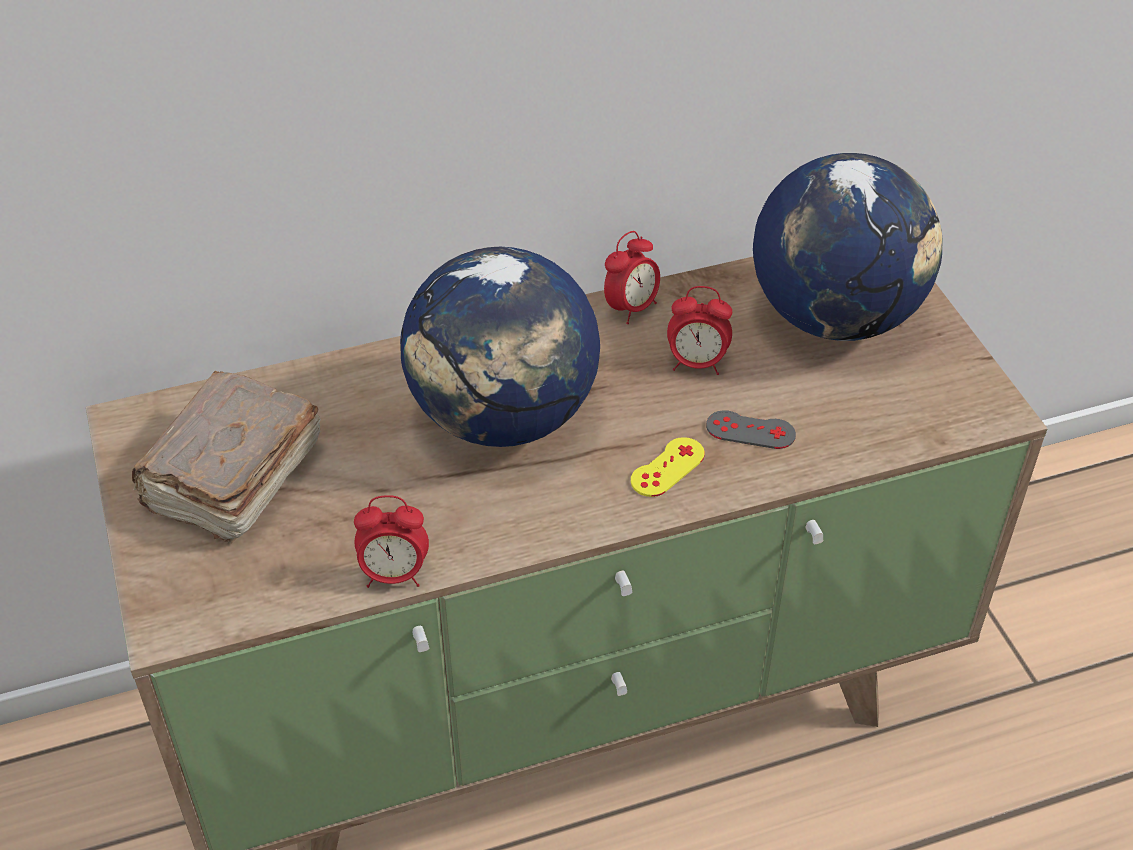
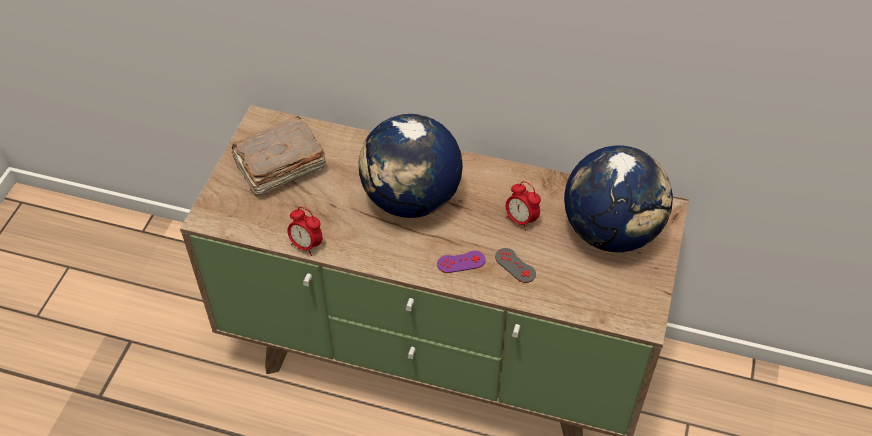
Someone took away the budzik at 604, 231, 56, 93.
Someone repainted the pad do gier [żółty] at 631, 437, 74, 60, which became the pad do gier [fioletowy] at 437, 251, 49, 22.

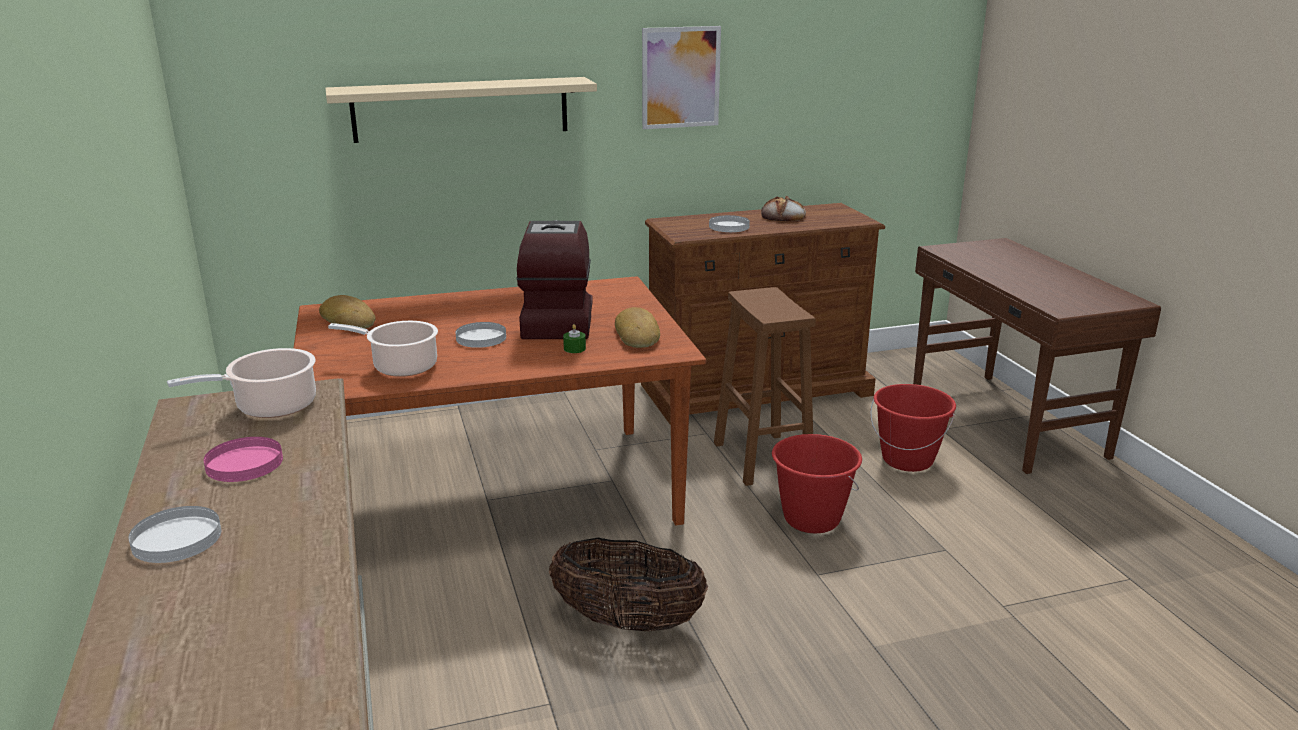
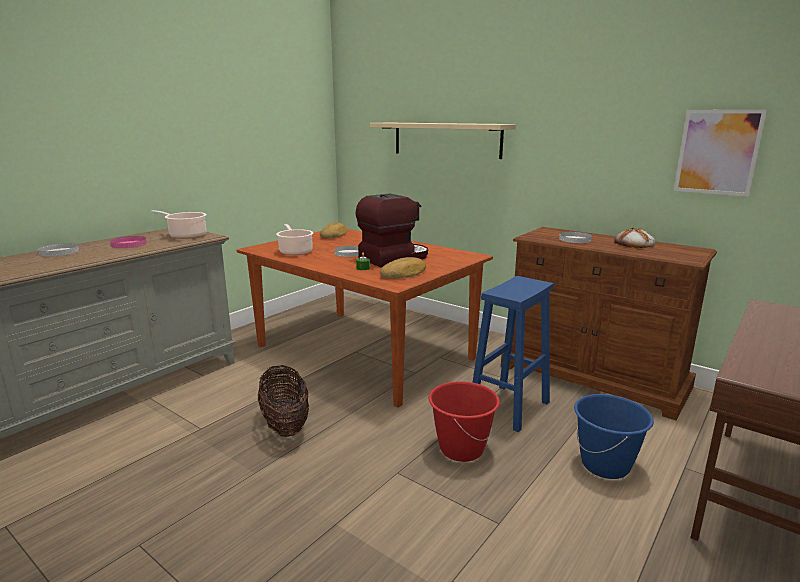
Someone carried the obraz from 642, 26, 79, 103 to 674, 109, 93, 88.
Someone repainted the stołek [brązowy] at 714, 287, 102, 199, which became the stołek [niebieski] at 472, 276, 81, 156.
Someone repainted the wiadro [czerwony] at 870, 384, 86, 88, which became the wiadro [niebieski] at 574, 394, 80, 85.

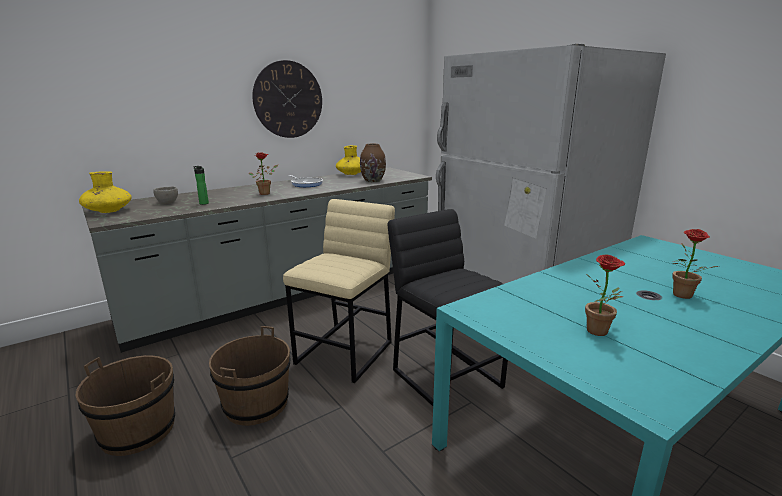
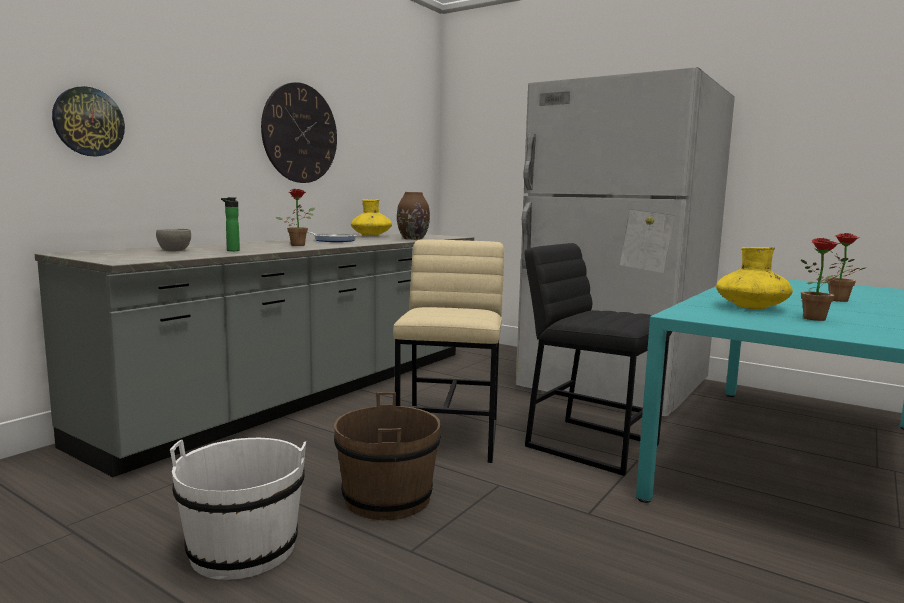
Someone put up the zegar ścienny at 52, 86, 73, 70.
Someone carried the wazon [żółty] from 79, 171, 53, 42 to 716, 247, 77, 63.
Someone repainted the wiadro [brązowy] at 76, 355, 99, 101, which became the wiadro [biały] at 170, 438, 136, 142.

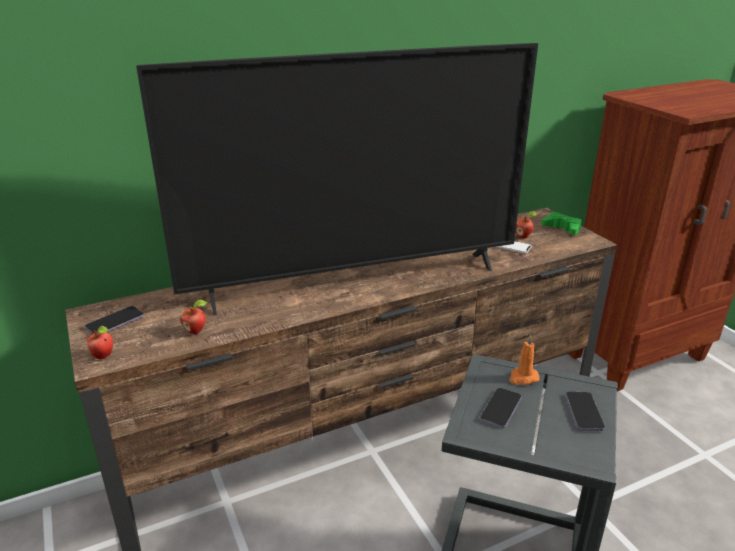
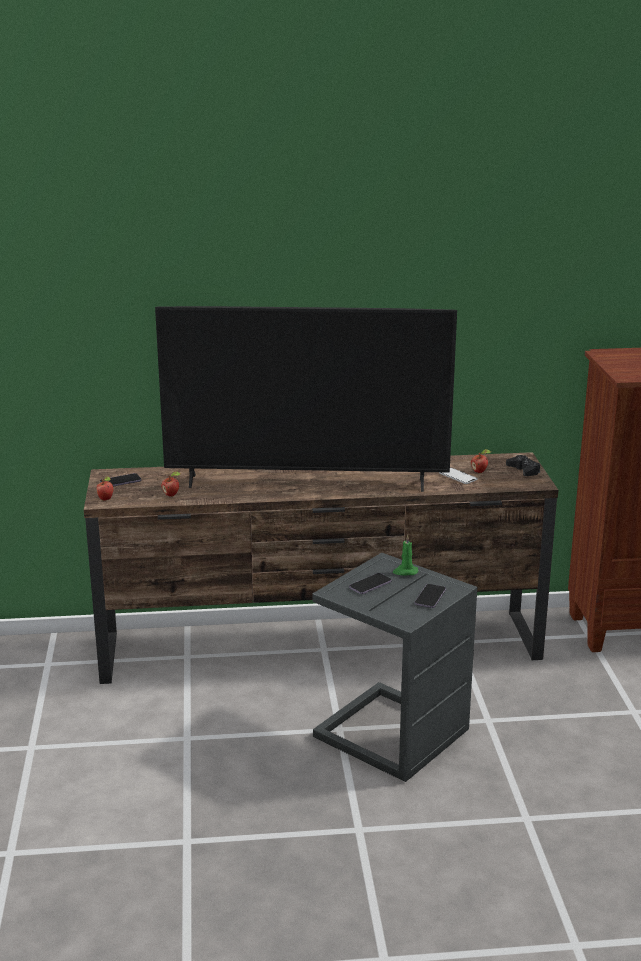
Someone repainted the świeca [pomarańczowy] at 509, 335, 30, 50, which became the świeca [zielony] at 393, 535, 25, 41.
Someone repainted the pad do gier [zielony] at 541, 212, 40, 23, which became the pad do gier [czarny] at 506, 455, 34, 21.

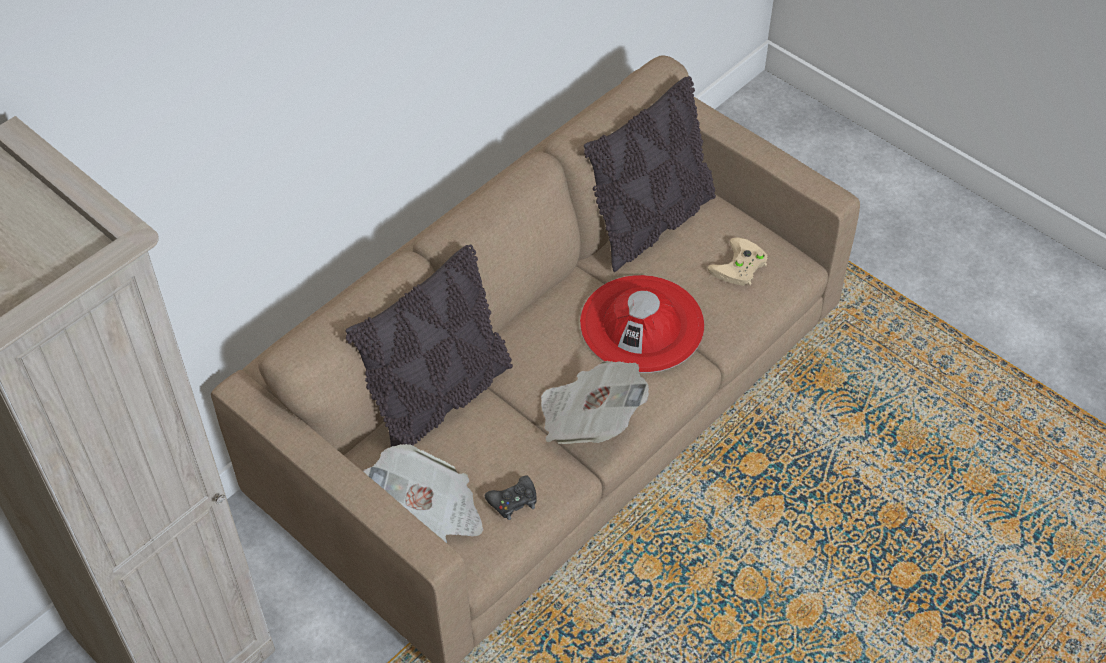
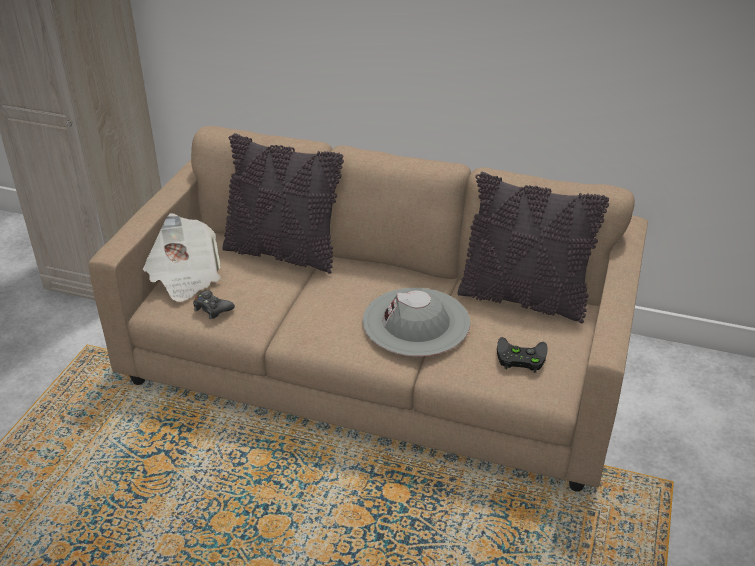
Someone took away the gazeta at 541, 361, 108, 83.
Someone repainted the kapelusz [czerwony] at 580, 275, 125, 98, which became the kapelusz [szary] at 363, 288, 107, 68.
Someone repainted the pad do gier [beżowy] at 707, 237, 60, 49, which became the pad do gier [czarny] at 497, 337, 51, 36.

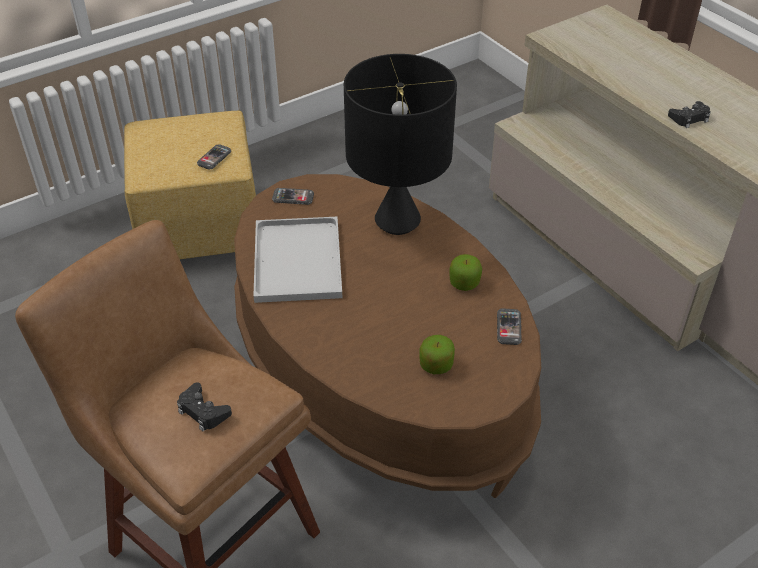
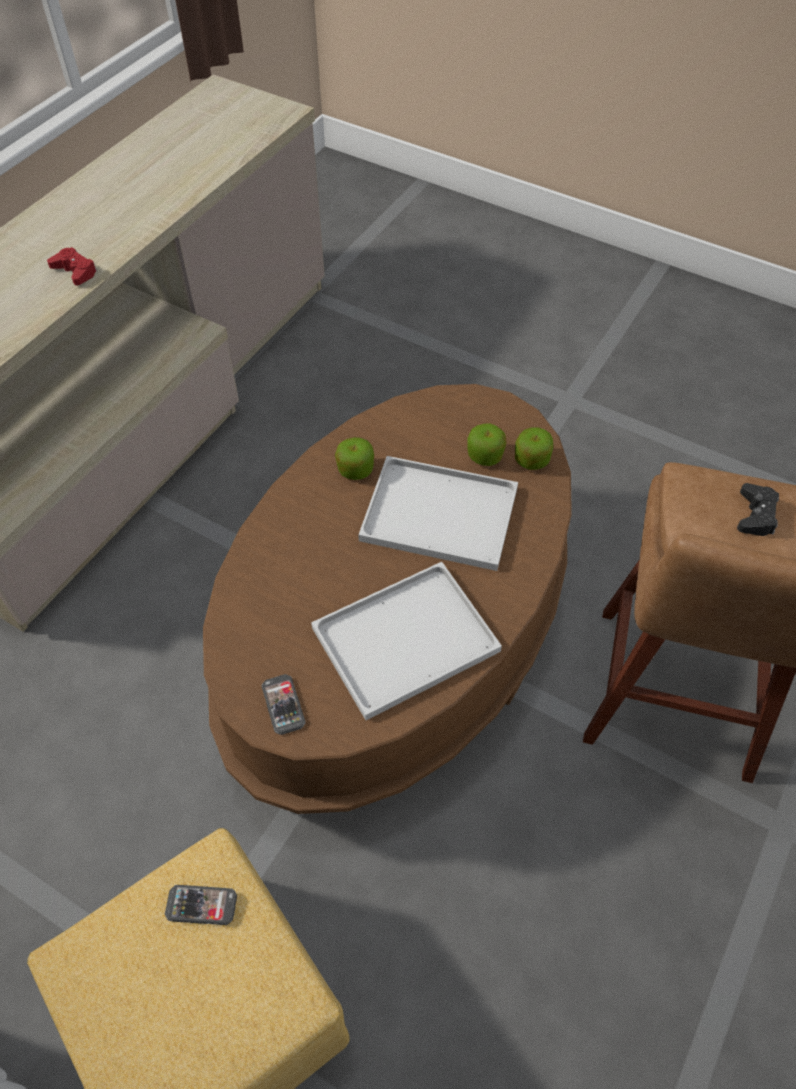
Someone took away the lampa stołowa [czarny] at 344, 54, 113, 181.
Someone took away the telefon at 497, 308, 25, 37.
Someone put down the taca [biały] at 358, 456, 160, 115.
Someone put down the jabłko at 515, 427, 38, 43.
Someone repainted the pad do gier [czarny] at 668, 101, 43, 27, which became the pad do gier [czerwony] at 47, 247, 50, 38.

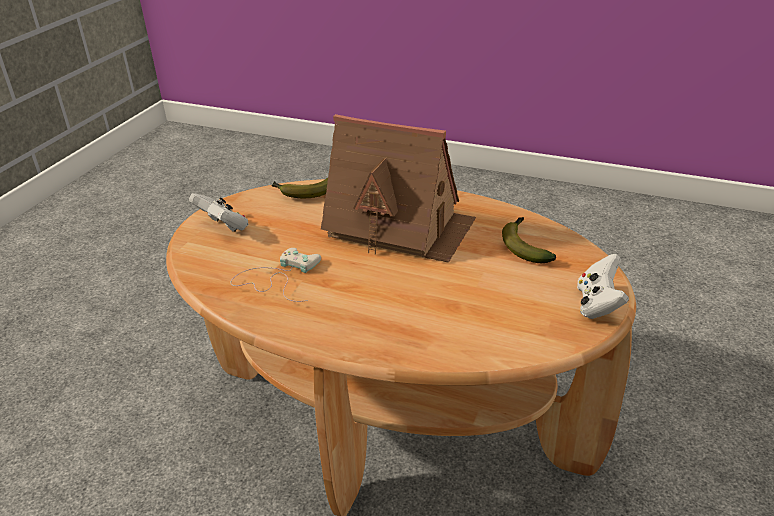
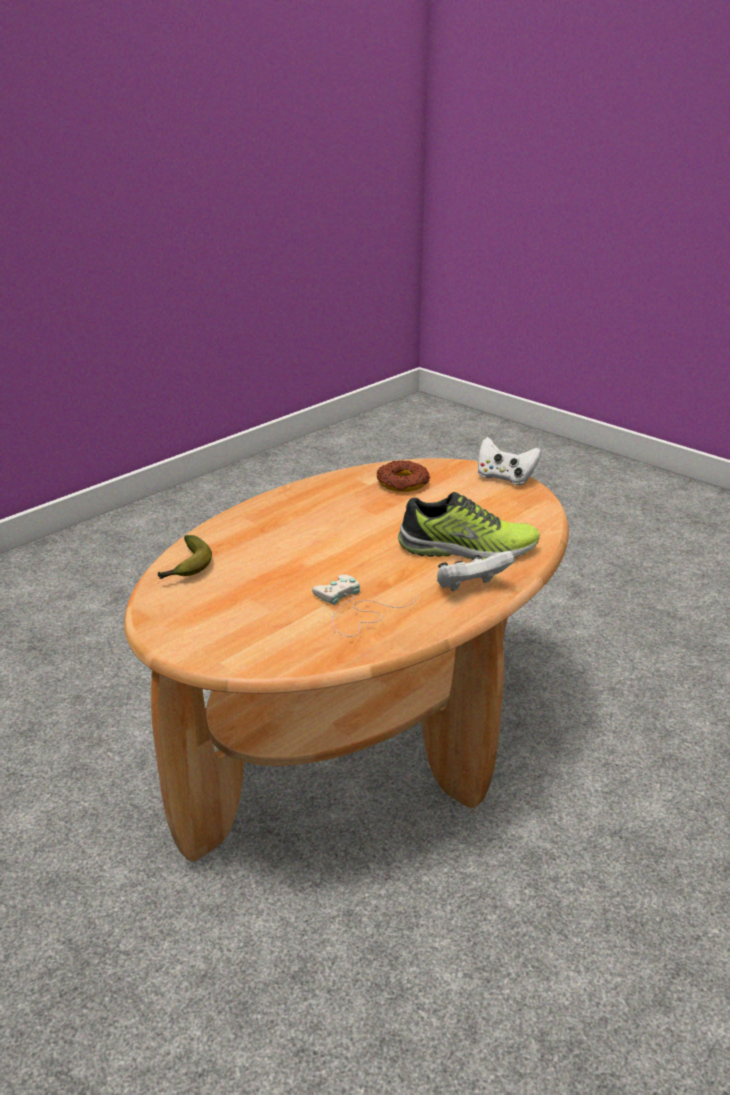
Someone took away the domek at 321, 114, 155, 148.
Someone put down the but at 398, 492, 142, 67.
Someone carried the pad do gier [biały] from 189, 193, 59, 39 to 437, 551, 78, 40.
Someone swapped the banan at 502, 217, 55, 46 for the donut at 377, 460, 53, 32.

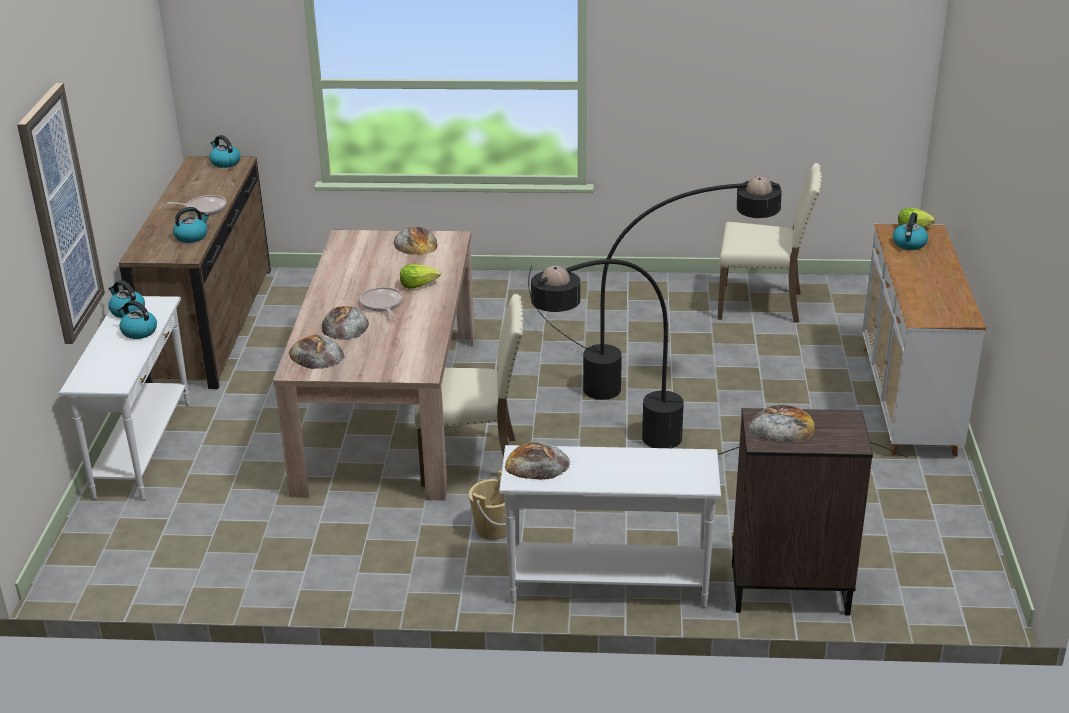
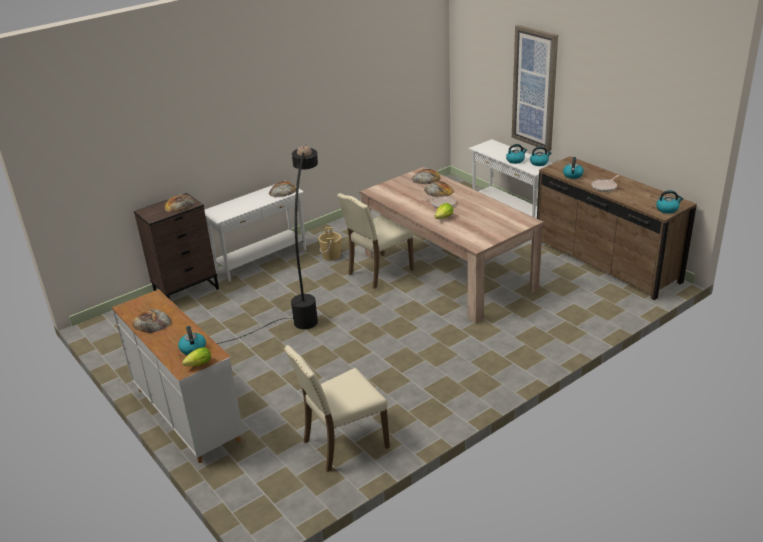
Someone took away the lampa stojąca [czarny] at 528, 176, 254, 224.
Someone carried the chleb from 393, 227, 45, 28 to 132, 309, 40, 24.

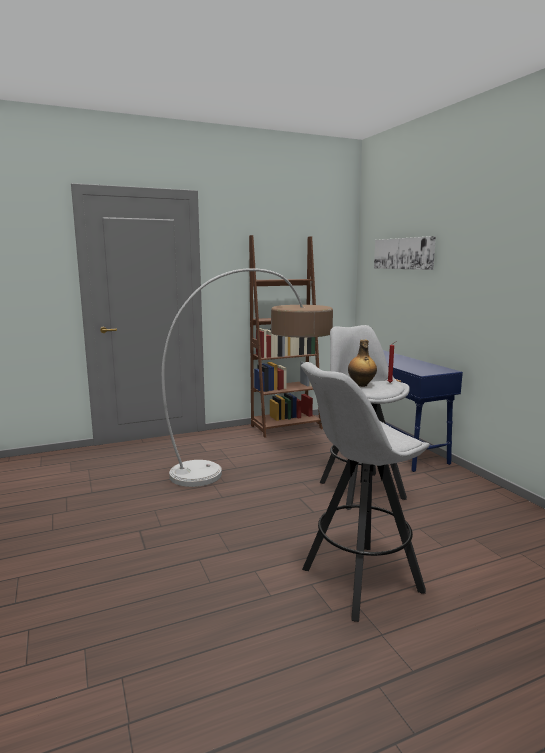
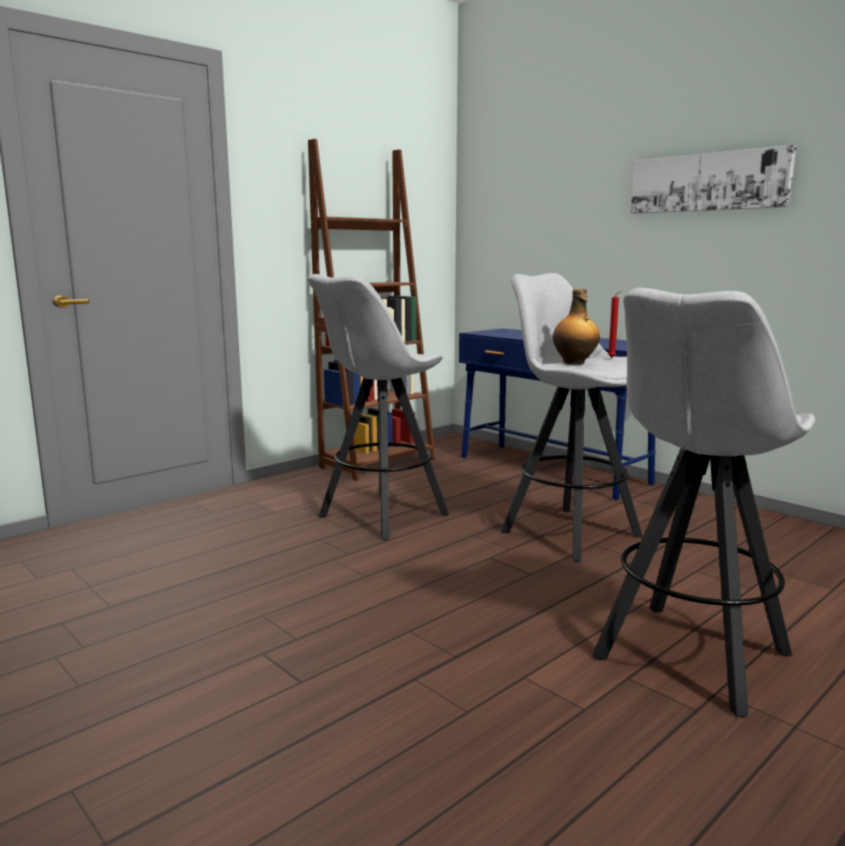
Someone carried the obraz from 374, 236, 62, 34 to 631, 145, 165, 69.
Someone swapped the lampa stojąca at 162, 268, 171, 219 for the stołek [szary] at 308, 274, 141, 266.

